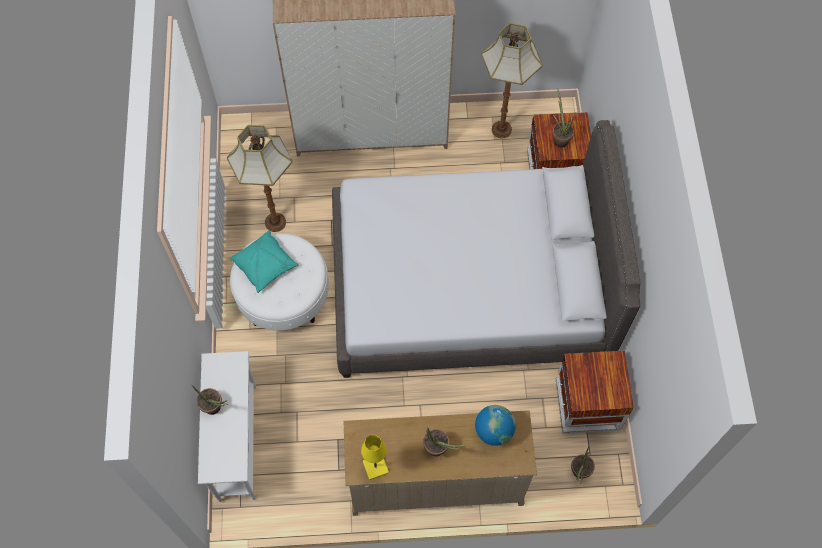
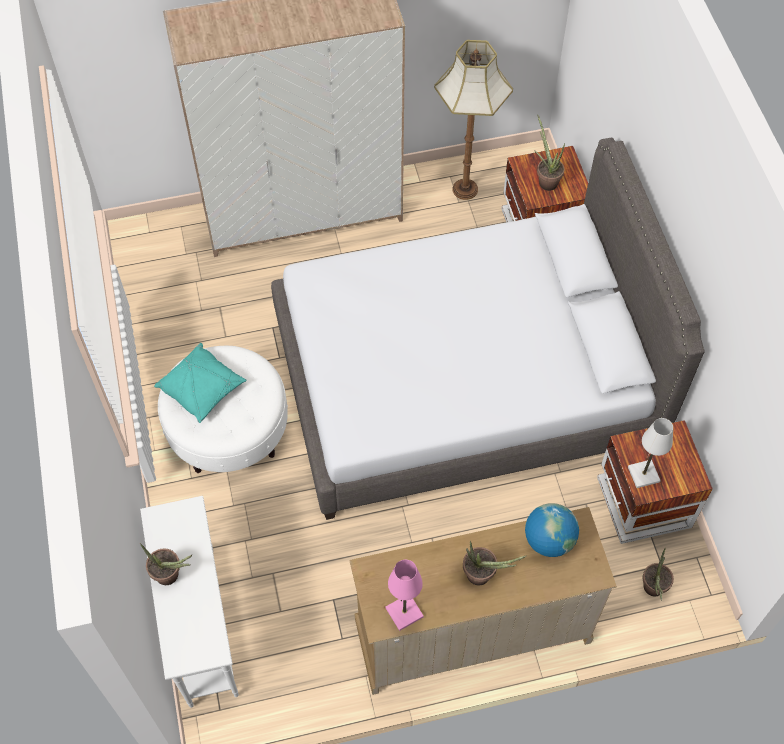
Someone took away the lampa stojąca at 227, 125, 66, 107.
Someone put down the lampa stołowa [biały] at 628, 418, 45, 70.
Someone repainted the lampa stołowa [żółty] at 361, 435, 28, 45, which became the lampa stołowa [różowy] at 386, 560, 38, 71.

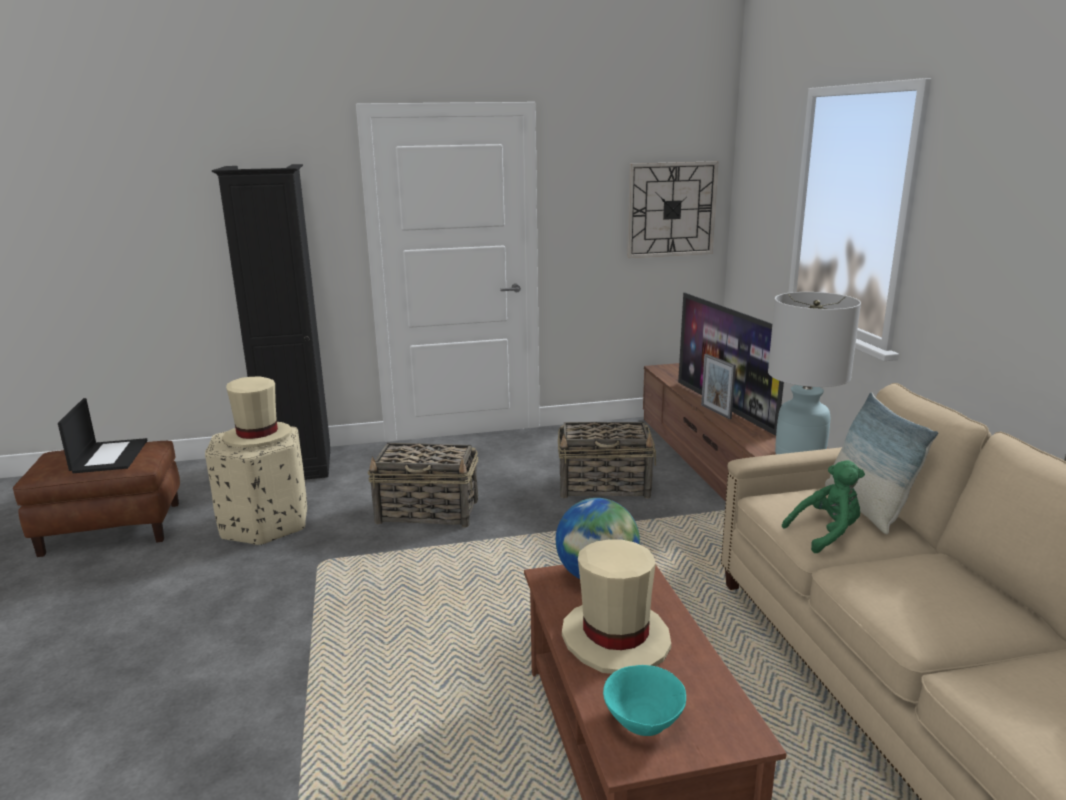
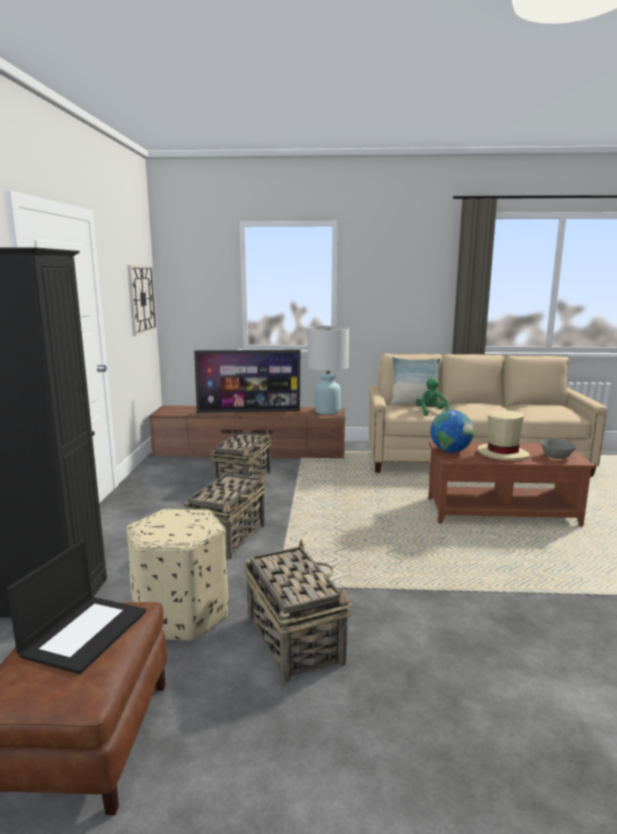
Someone took away the kapelusz [beżowy] at 222, 377, 70, 71.
Someone took away the ramka na zdjęcie at 701, 354, 35, 65.
Someone put down the koszyk at 245, 539, 107, 144.
Someone repainted the miska [turkusowy] at 603, 665, 83, 71, which became the miska [szary] at 541, 439, 36, 20.
Someone rotated the laptop at 58, 398, 90, 75 by 105 degrees clockwise.

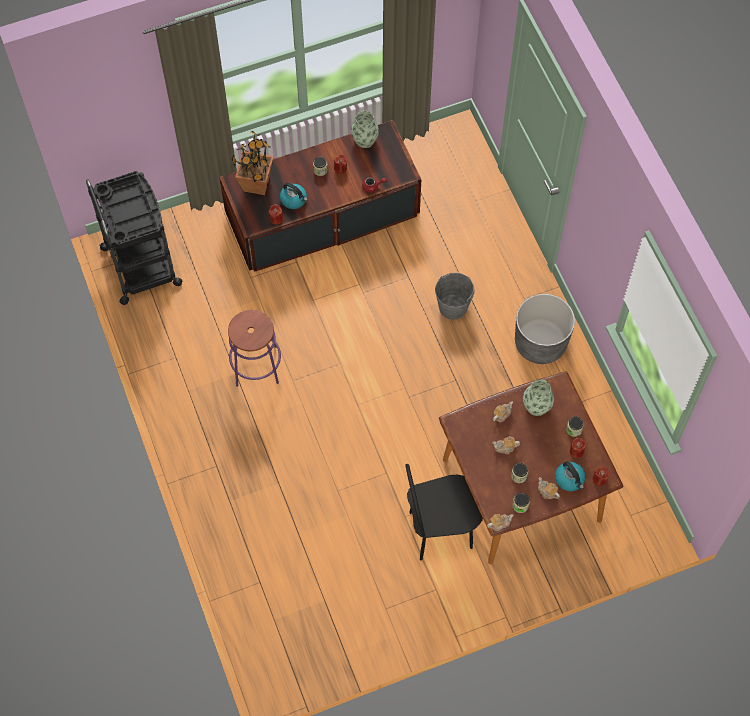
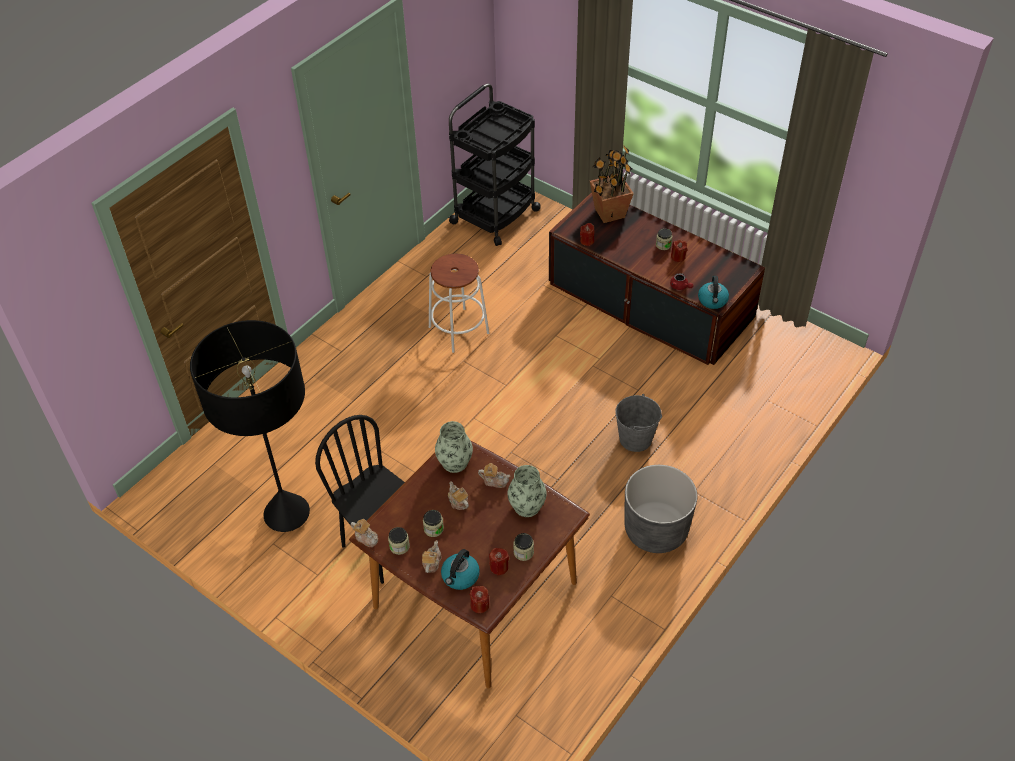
Someone put down the lampa stojąca [czarny] at 190, 320, 120, 212.
Someone carried the czajnik from 280, 182, 28, 27 to 698, 276, 31, 33.
Someone carried the wazon from 351, 111, 28, 37 to 435, 421, 38, 52.
Someone repainted the stołek [fioletowy] at 228, 310, 53, 77, which became the stołek [biały] at 429, 254, 60, 99.

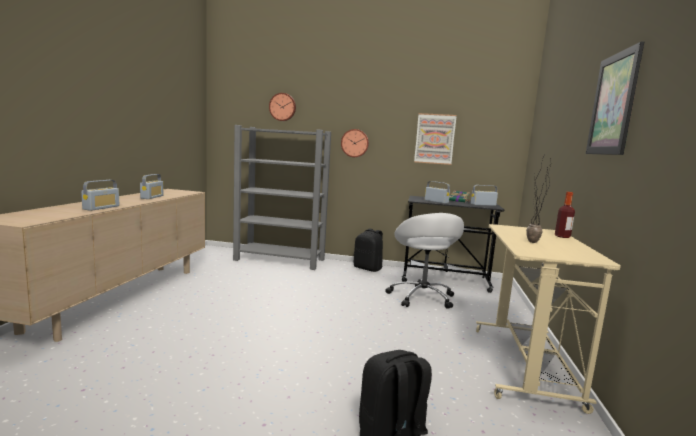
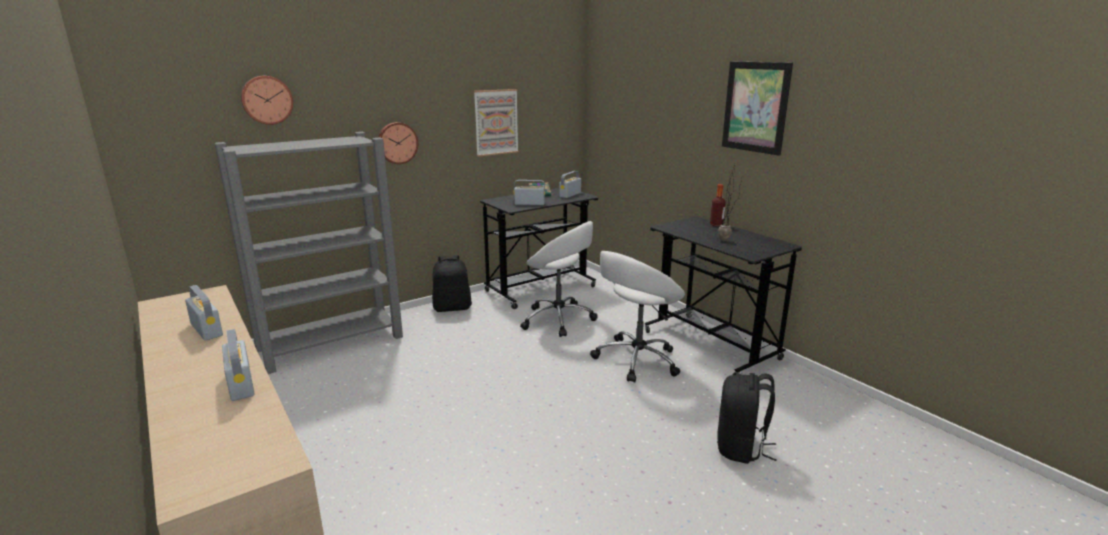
Someone put down the krzesło biurowe [biały] at 590, 251, 95, 132.
Someone repainted the biurko [beżowy] at 476, 224, 145, 190, which became the biurko [czarny] at 645, 216, 157, 159.

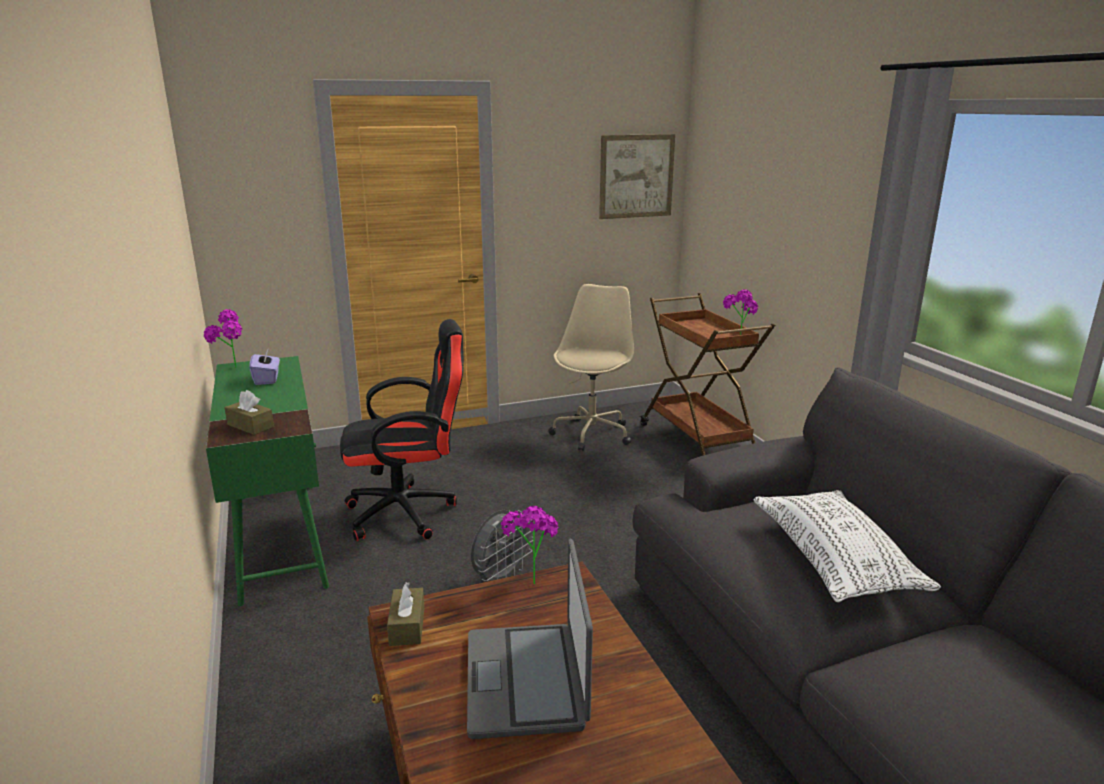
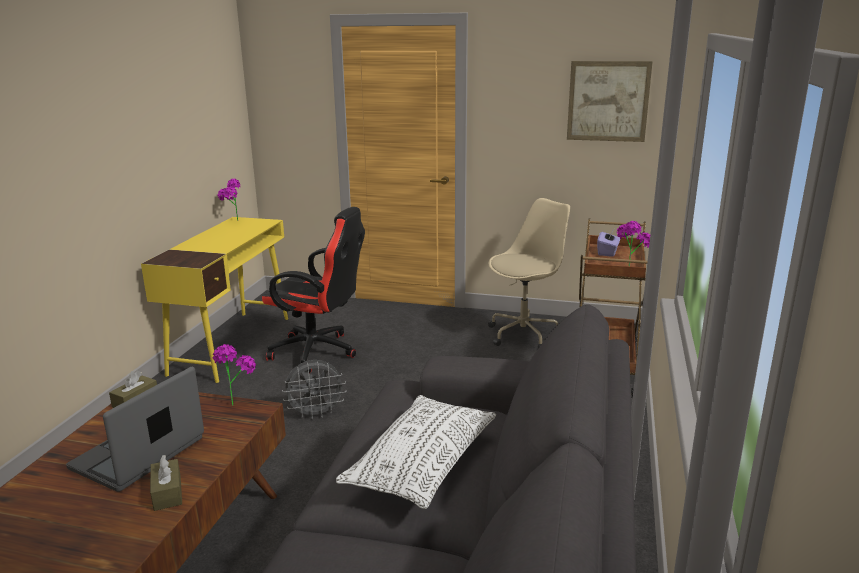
Someone carried the pudełko chusteczek [brązowy] from 224, 390, 50, 45 to 150, 455, 32, 56.
Someone carried the pudełko chusteczek [fioletowy] from 249, 348, 31, 37 to 597, 229, 23, 28.
Someone repainted the biurko [zielony] at 206, 356, 123, 250, which became the biurko [żółty] at 141, 217, 147, 166.

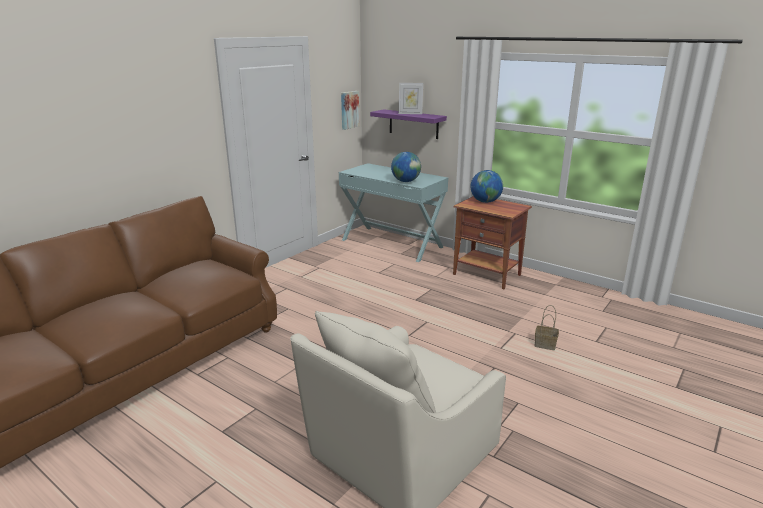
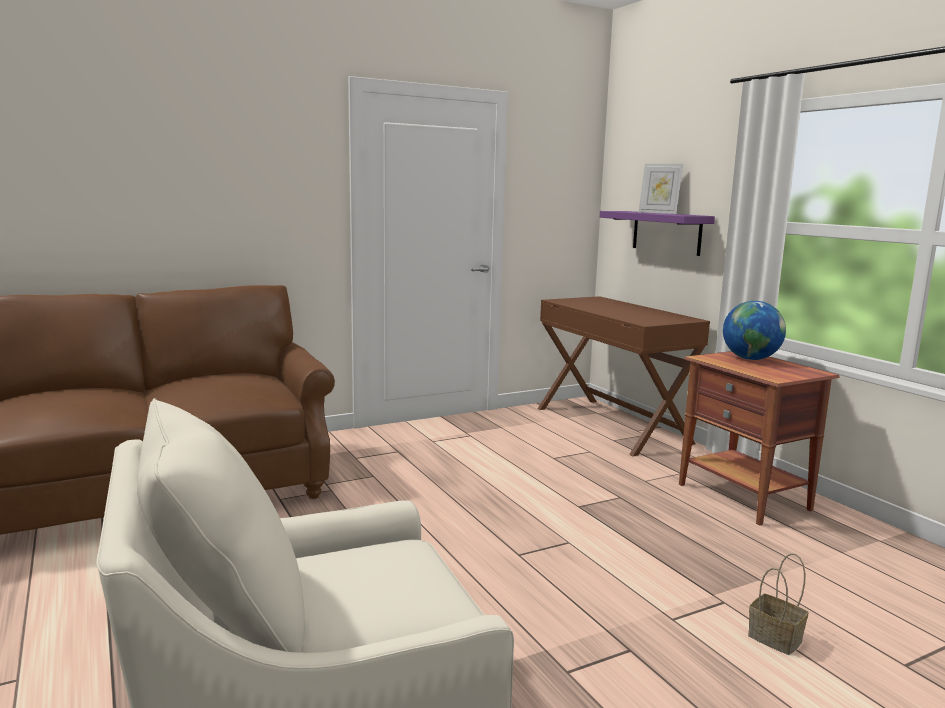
Someone took away the obraz at 341, 91, 18, 39.
Someone took away the globus at 391, 152, 30, 30.
Someone repainted the biurko [turkusowy] at 339, 163, 109, 99, which became the biurko [brązowy] at 538, 296, 172, 160.

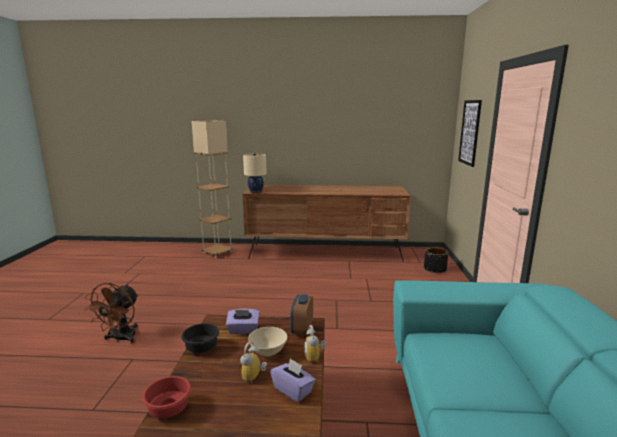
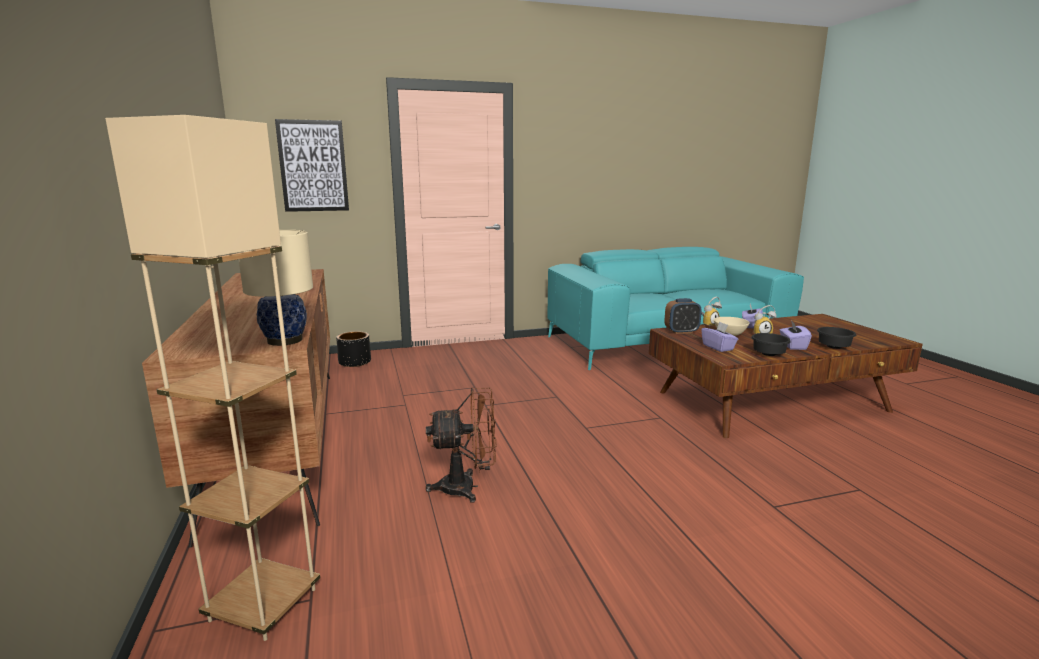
Someone put down the pudełko chusteczek [fioletowy] at 780, 321, 32, 29.
Someone carried the wentylator [brązowy] from 84, 283, 54, 60 to 426, 388, 71, 115.
Someone repainted the miska [czerwony] at 142, 376, 49, 42, which became the miska [czarny] at 817, 327, 39, 22.

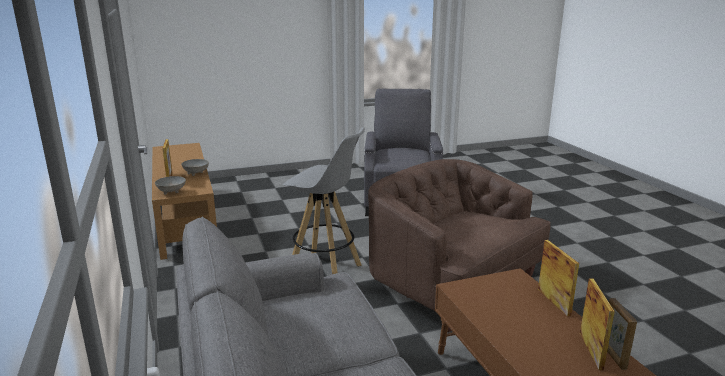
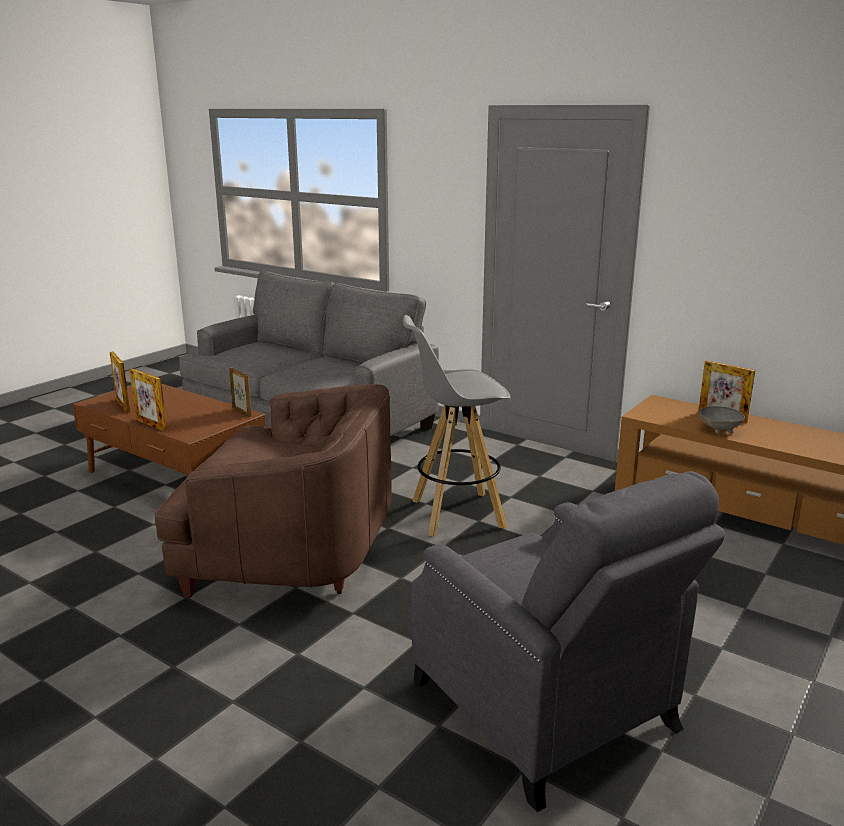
Someone took away the miska [szary] at 155, 176, 31, 19.
Someone carried the ramka na zdjęcie from 607, 298, 30, 72 to 229, 368, 23, 49.

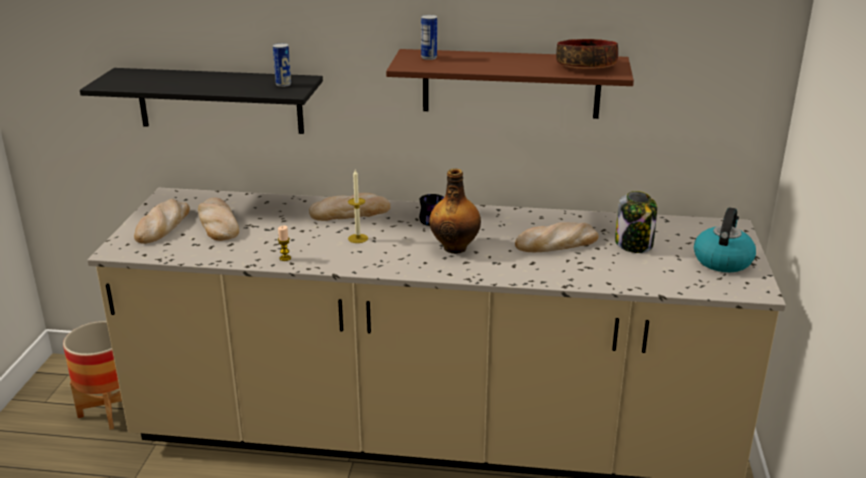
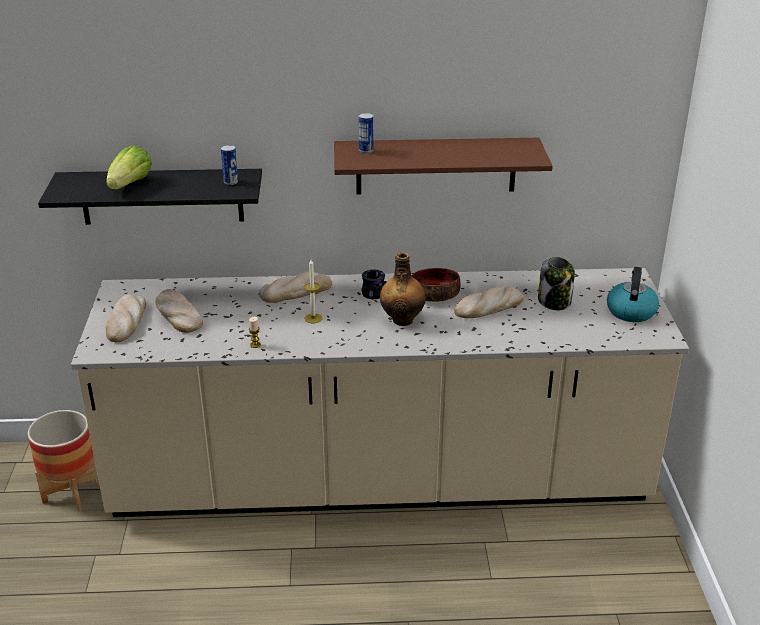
Someone put down the sałata at 106, 145, 46, 44.
Someone carried the miska from 556, 39, 62, 30 to 412, 268, 49, 34.

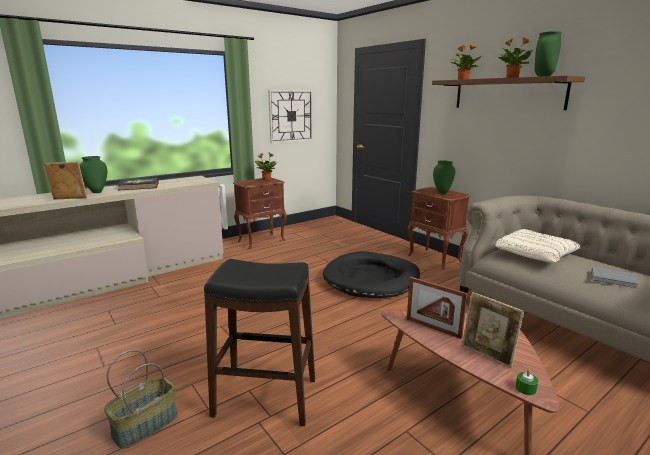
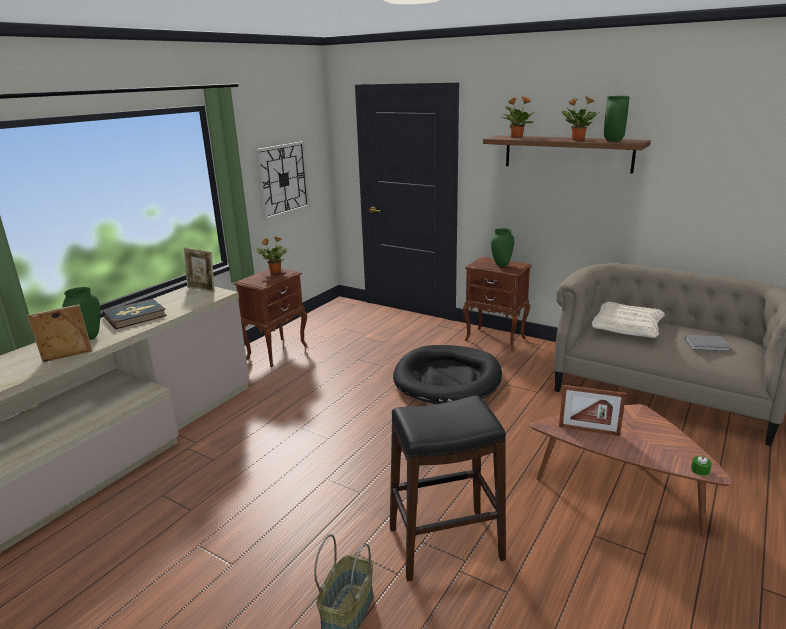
Someone carried the ramka na zdjęcie from 462, 292, 62, 76 to 184, 248, 31, 44.

